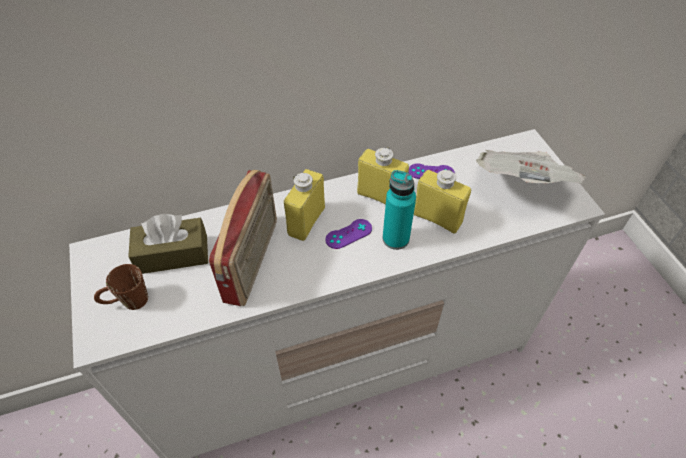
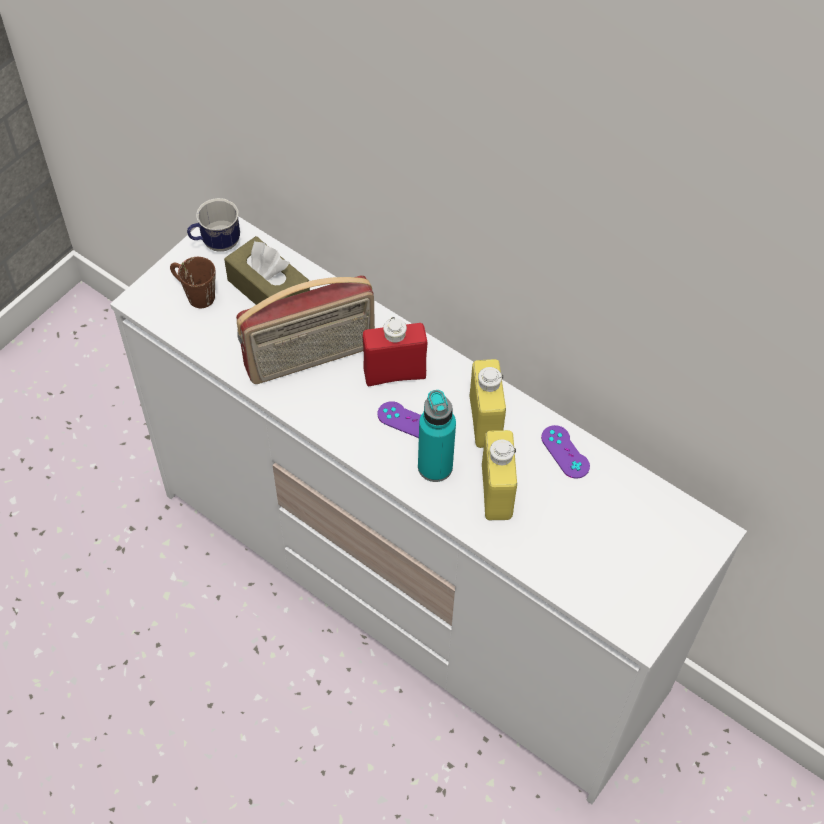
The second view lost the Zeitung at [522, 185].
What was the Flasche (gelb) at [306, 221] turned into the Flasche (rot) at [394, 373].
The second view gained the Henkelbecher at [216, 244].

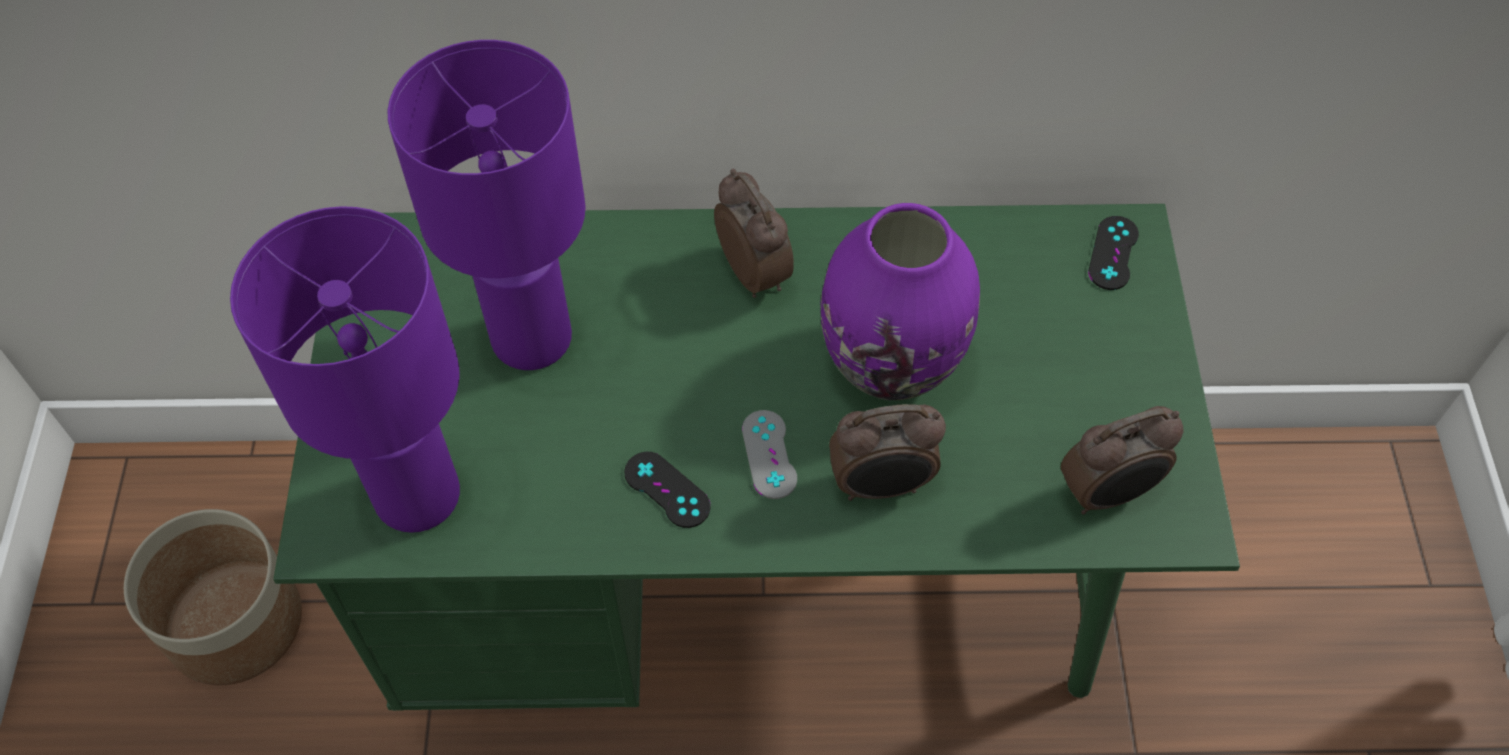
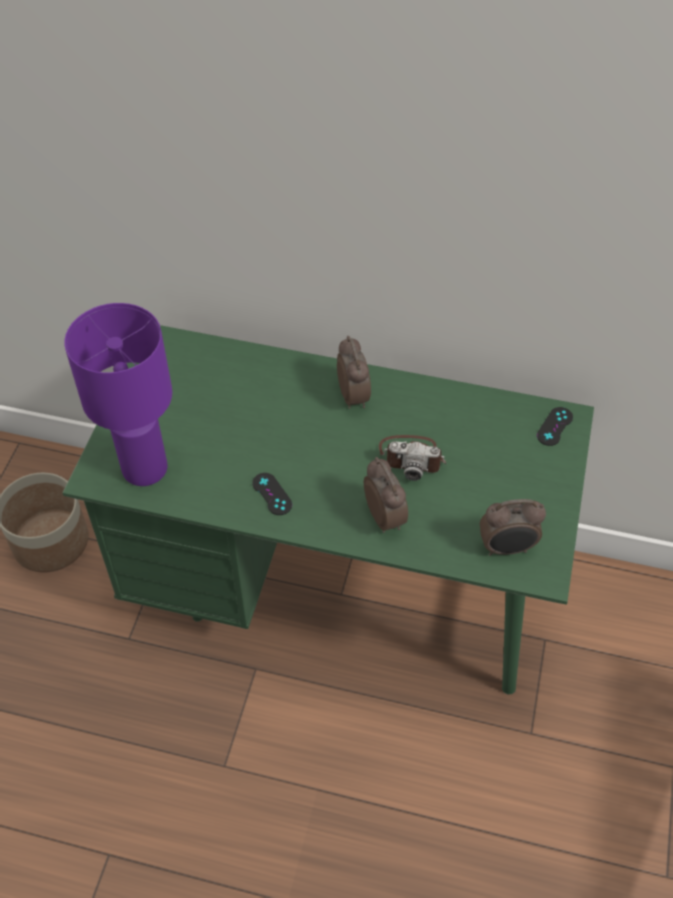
The second view lost the Tischlampe (lila) at [534, 338].
Where the Vase (lila) stood at [892, 363], the Kamera came to stand at [412, 457].
The Wecker at [881, 486] ended up facing another way, 120 degrees counterclockwise from before.
The second view lost the Gamepad (grau) at [769, 454].

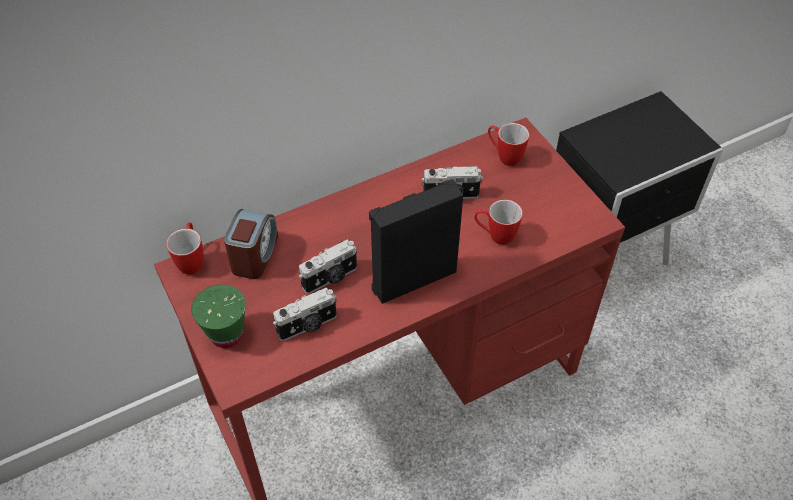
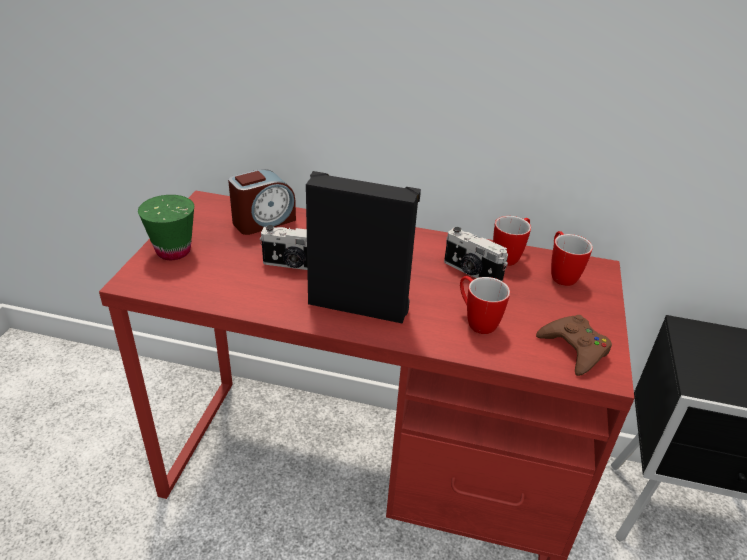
The Henkelbecher ended up elsewhere, having gone from [192, 260] to [510, 256].
The second view lost the Kamera at [308, 326].
The second view gained the Gamepad (braun) at [574, 349].

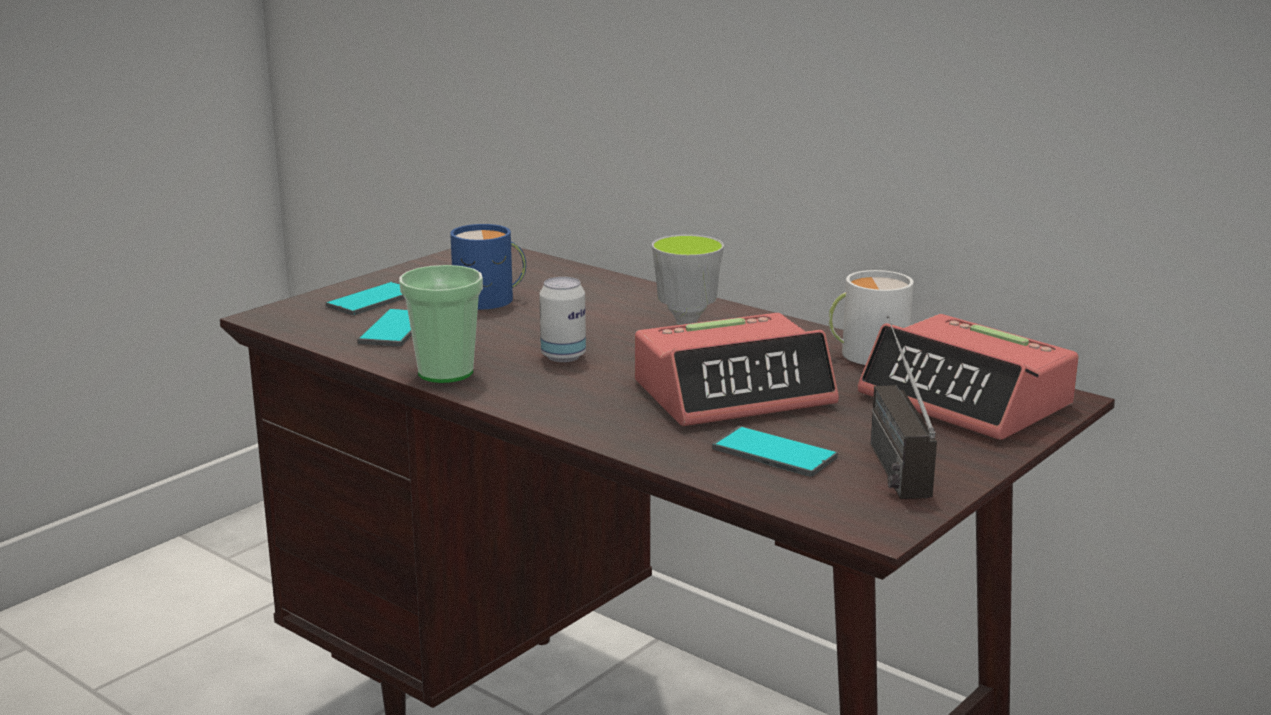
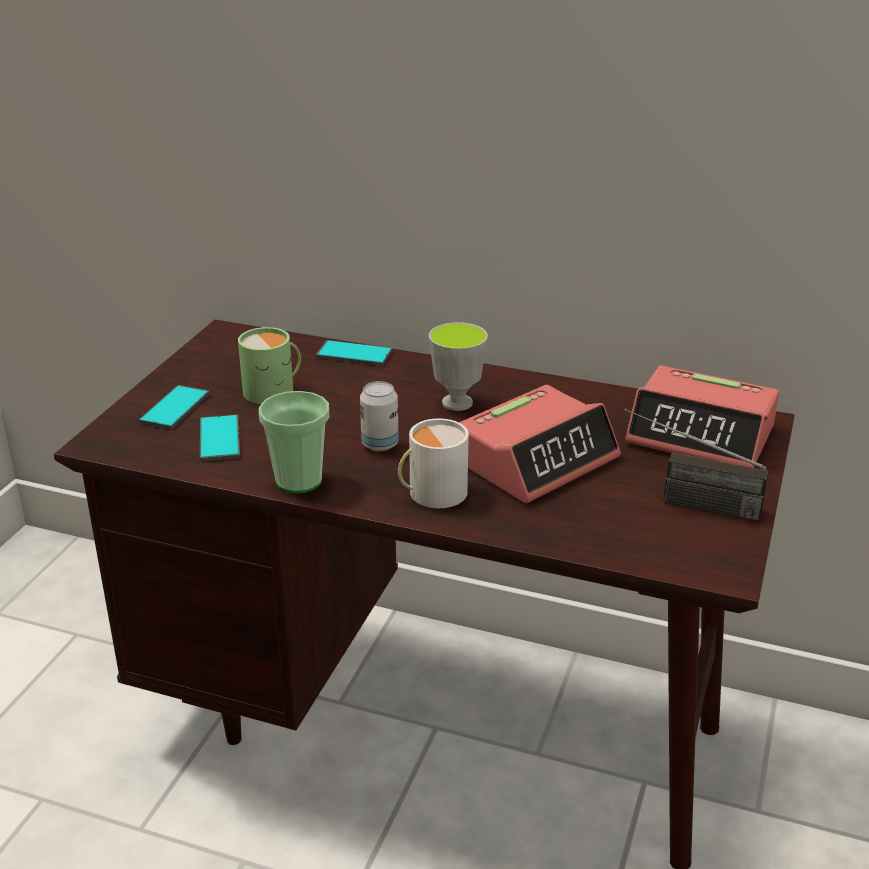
What was the Henkelbecher (blau) at [490, 299] turned into the Henkelbecher (grün) at [274, 390].
The Henkelbecher (weiß) ended up elsewhere, having gone from [866, 353] to [431, 493].
The Radio at [887, 455] ended up facing another way, 45 degrees counterclockwise from before.
The Handy ended up elsewhere, having gone from [774, 453] to [354, 354].

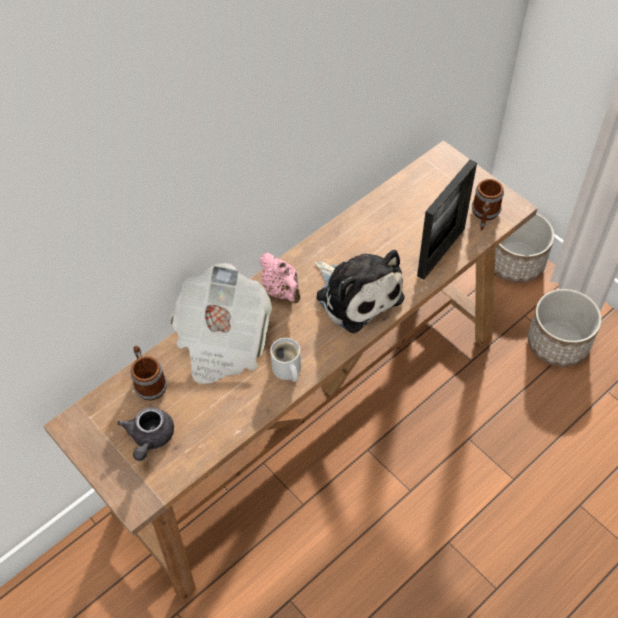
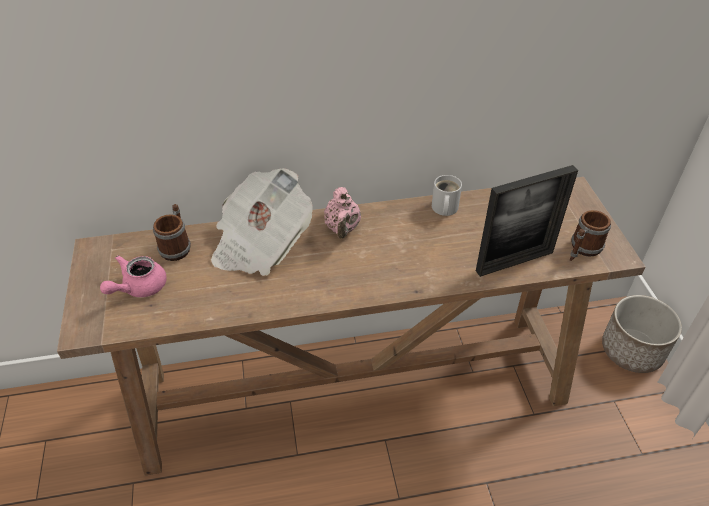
The second view lost the Plüschtier at [356, 294].
The second view lost the Pflanzkübel at [557, 343].
The Henkelbecher (weiß) ended up elsewhere, having gone from [286, 370] to [443, 208].
What was the Teekanne (grau) at [150, 438] turned into the Teekanne (rosa) at [139, 287].

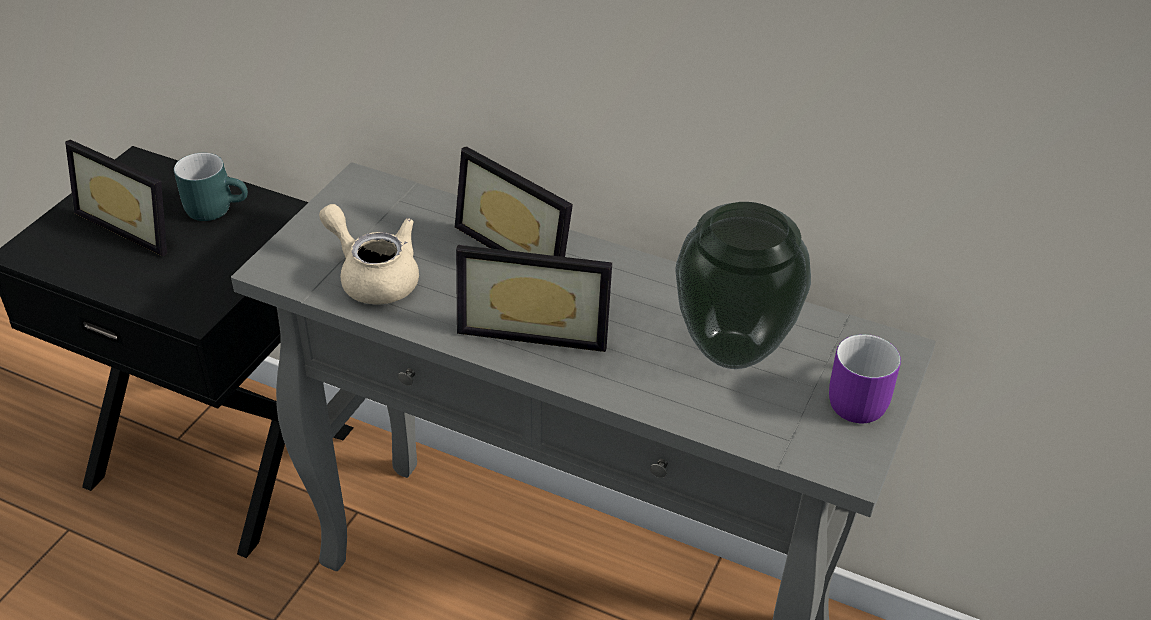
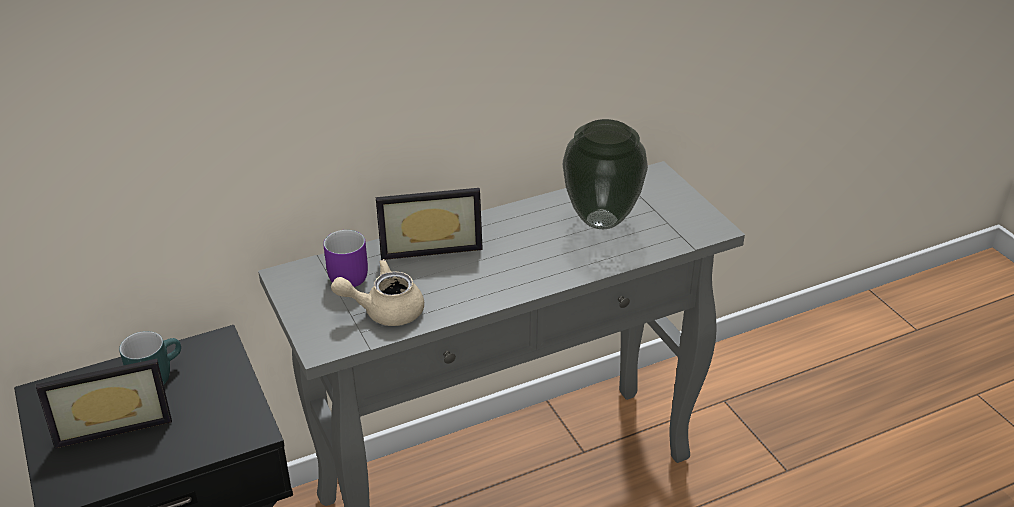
The second view lost the Bilderrahmen at [535, 324].
The Henkelbecher (lila) ended up elsewhere, having gone from [856, 396] to [343, 274].

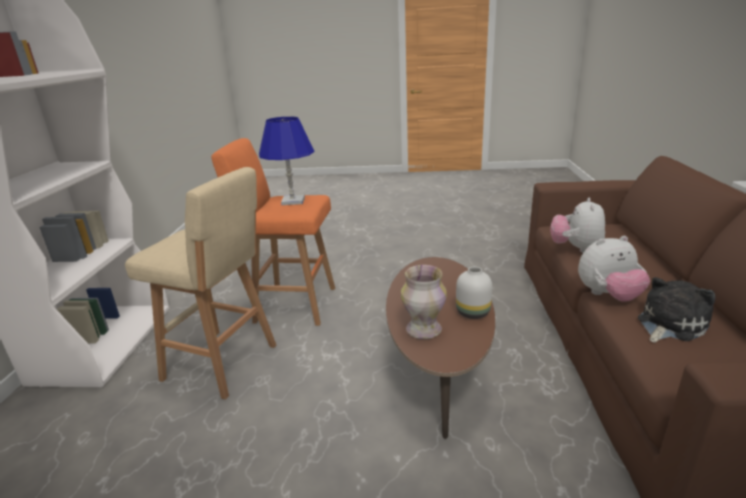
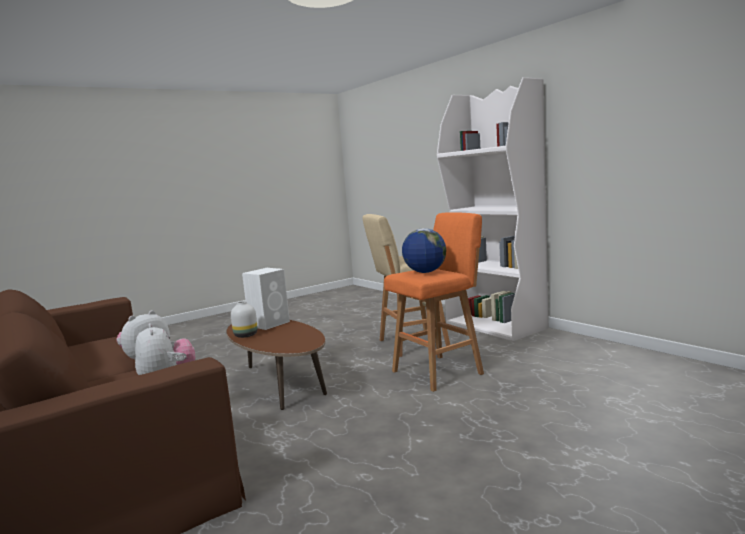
Where the Tischlampe (blau) stood at [293, 201], the Globus came to stand at [425, 272].
Where the Vase stood at [423, 330], the Lautsprecher (weiß) came to stand at [270, 323].
The second view lost the Plüschtier at [669, 324].

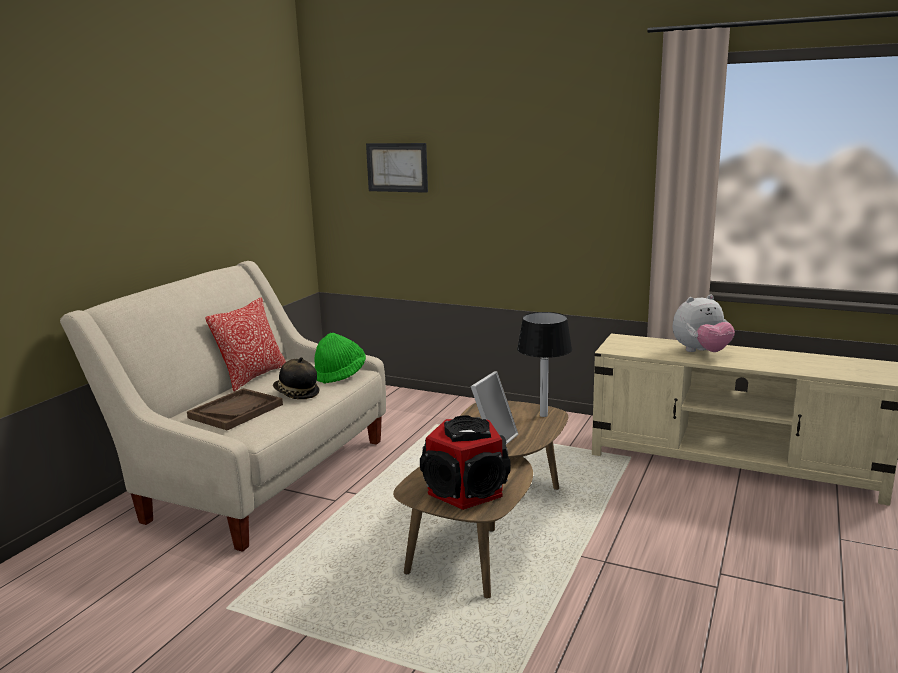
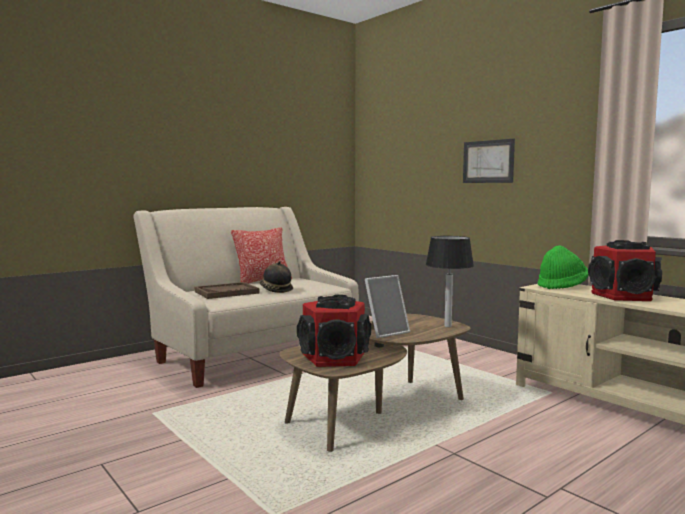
The Bild ended up elsewhere, having gone from [397, 167] to [488, 161].
Where the Plüschtier stood at [701, 352], the Lautsprecher came to stand at [624, 296].
The Hut (grün) ended up elsewhere, having gone from [340, 374] to [562, 286].

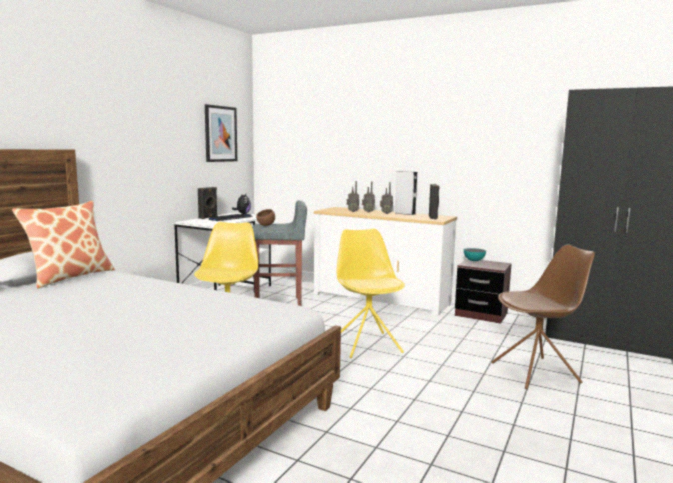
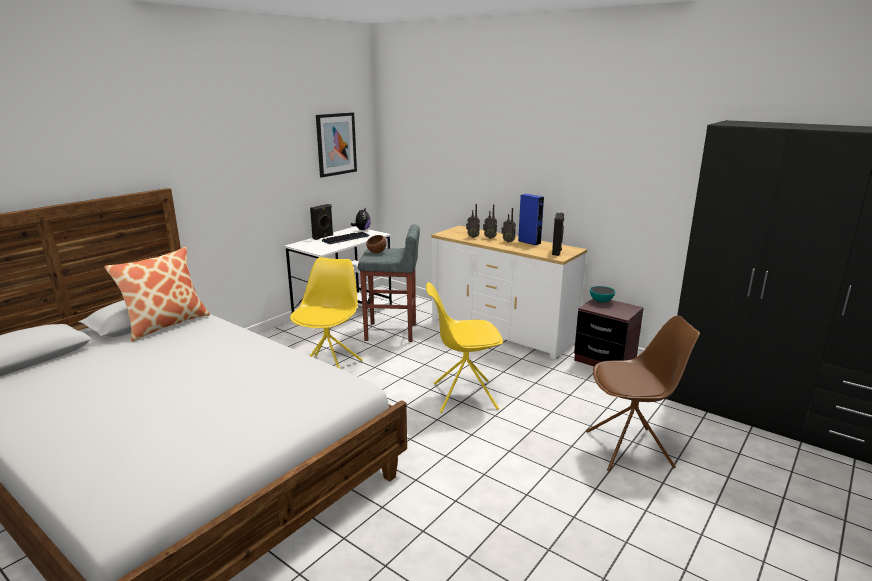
What was the Lautsprecher (grau) at [404, 213] turned into the Lautsprecher (blau) at [529, 242].
The Stuhl (gelb) at [367, 344] ended up facing another way, 90 degrees counterclockwise from before.

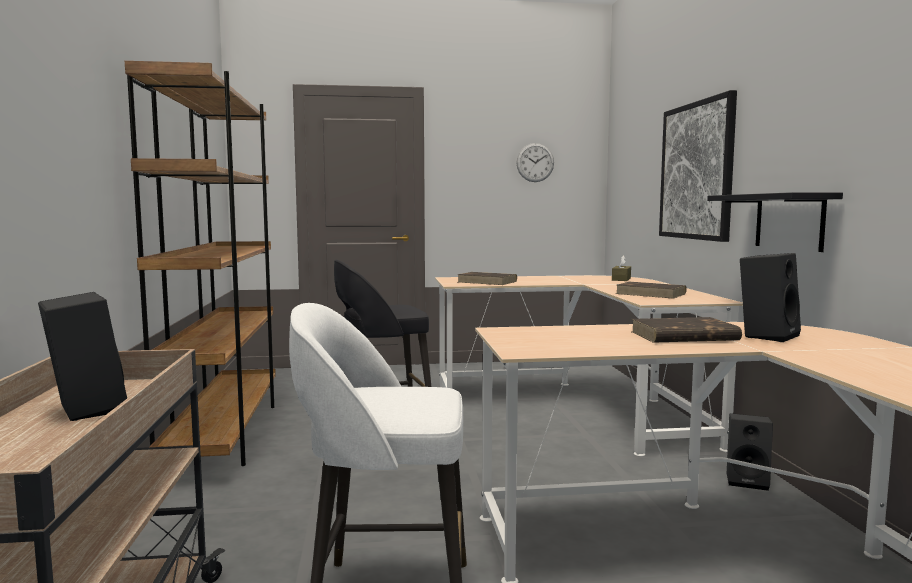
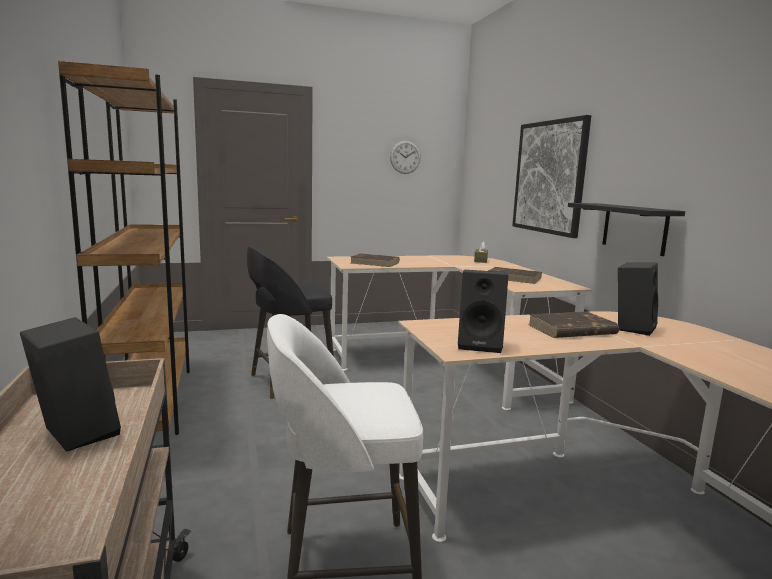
The Lautsprecher (schwarz) ended up elsewhere, having gone from [748, 481] to [481, 345].

